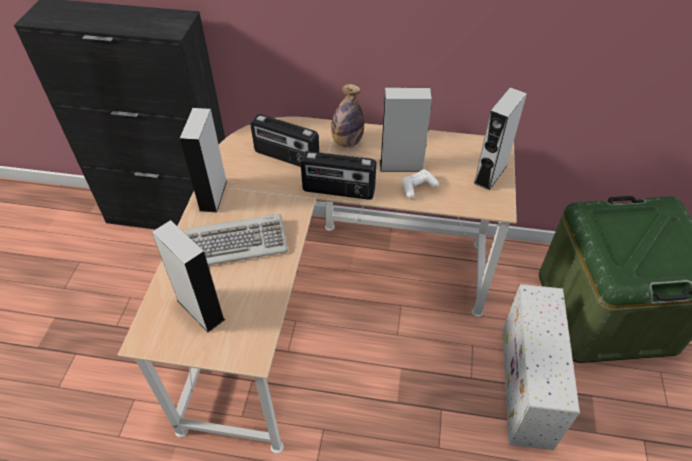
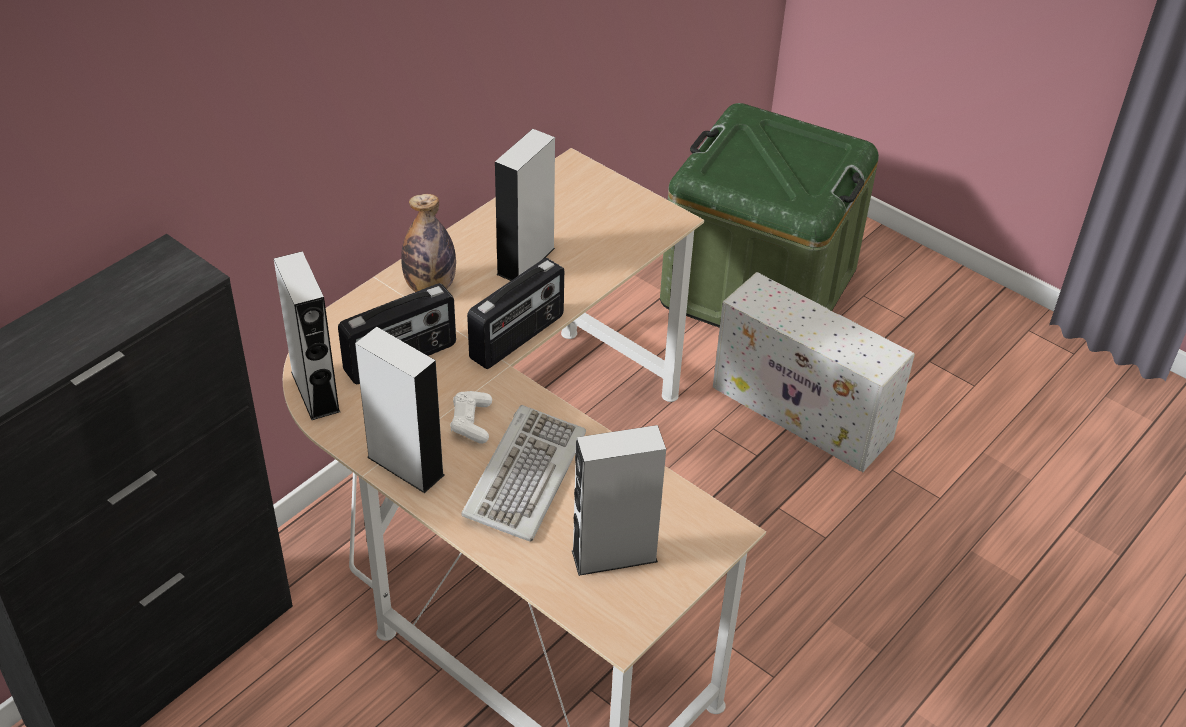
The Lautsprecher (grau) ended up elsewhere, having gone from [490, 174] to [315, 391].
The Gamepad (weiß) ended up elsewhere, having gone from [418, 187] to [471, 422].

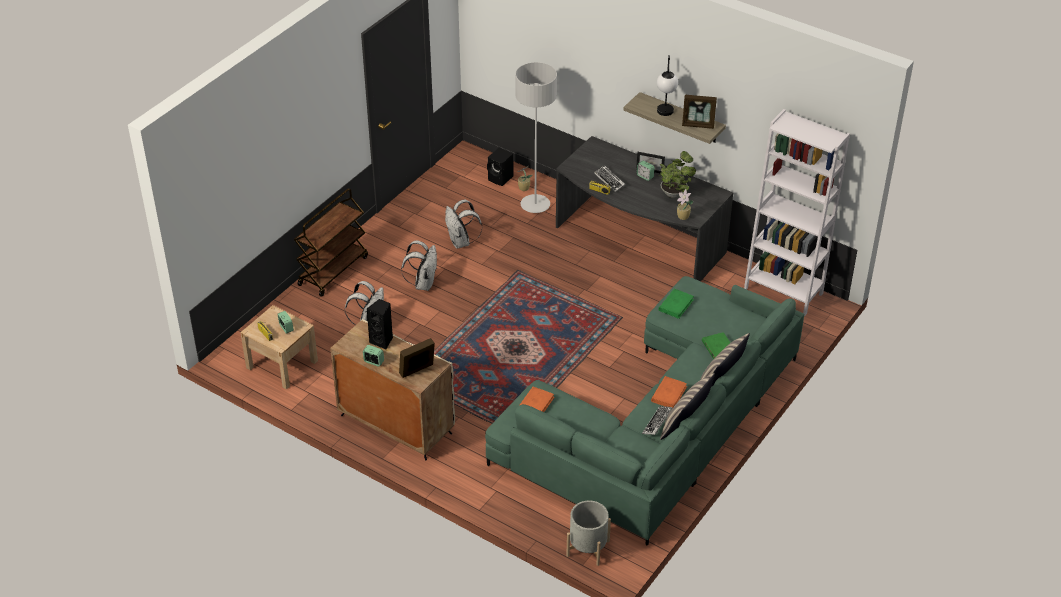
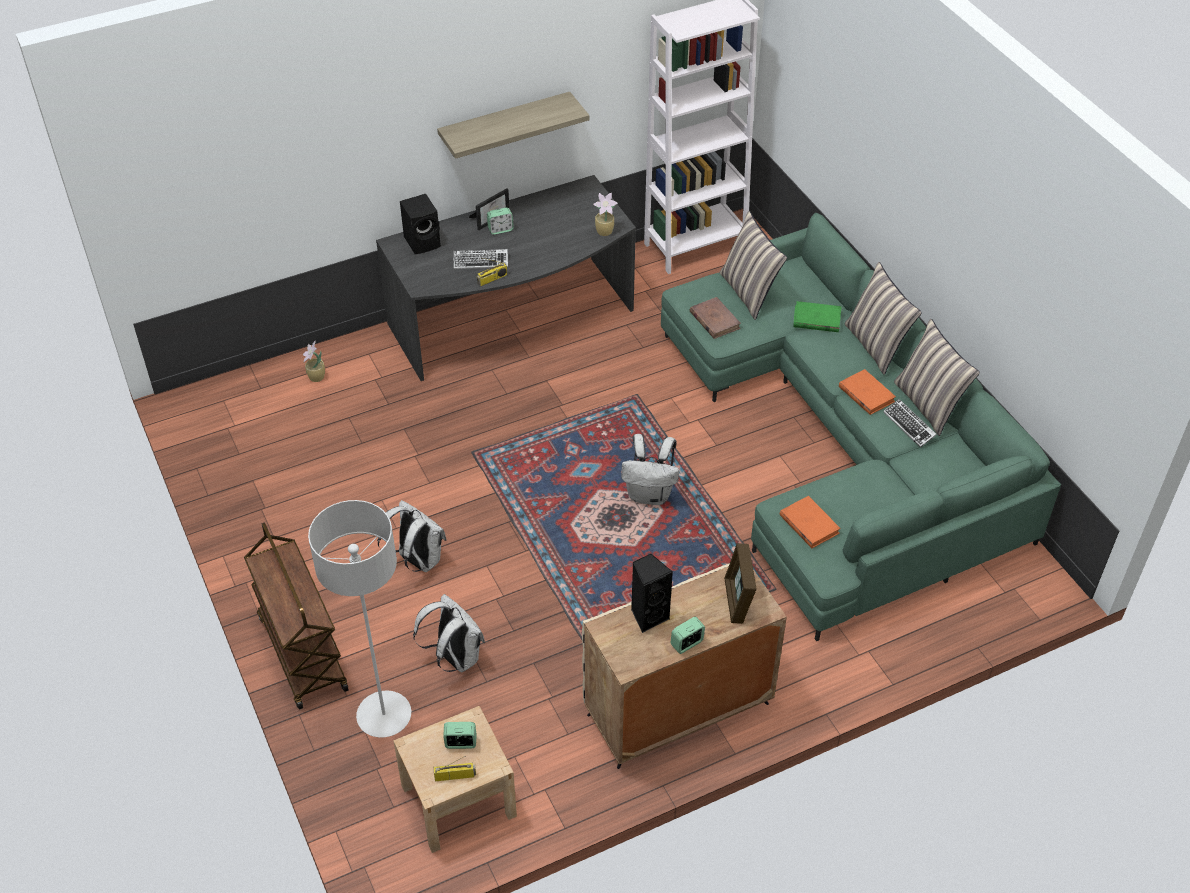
The second view lost the Tischlampe at [665, 115].
The Stehlampe (grau) ended up elsewhere, having gone from [535, 205] to [384, 715].
The second view lost the Bilderrahmen at [698, 124].
The Lautsprecher (schwarz) ended up elsewhere, having gone from [501, 178] to [423, 242].
The second view lost the Topfpflanze at [674, 192].
The Rucksack (weiß) ended up elsewhere, having gone from [461, 242] to [650, 494].
What was the Buch (grün) at [676, 305] turned into the Buch (braun) at [714, 320].
The second view lost the Pflanzkübel (grau) at [588, 548].
The second view gained the Kissen at [749, 292].

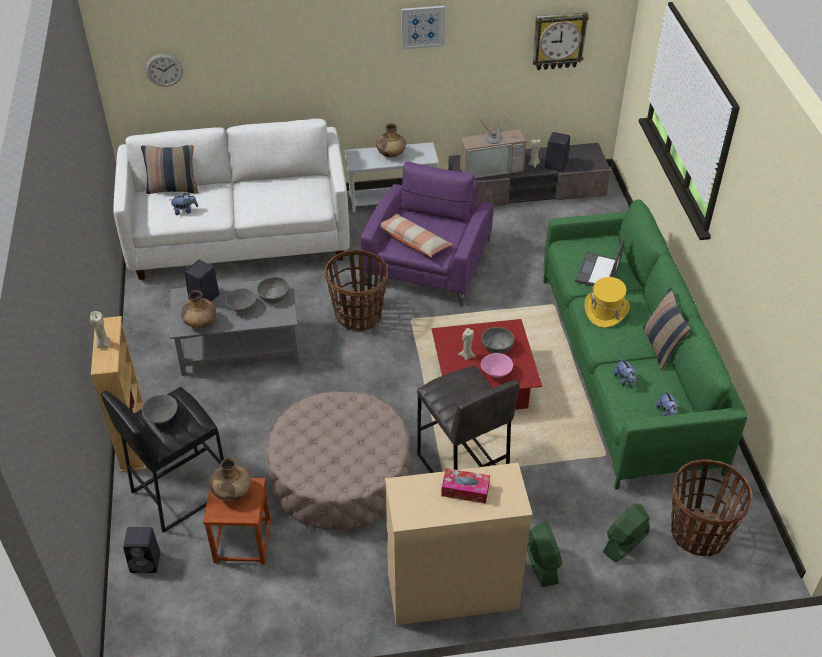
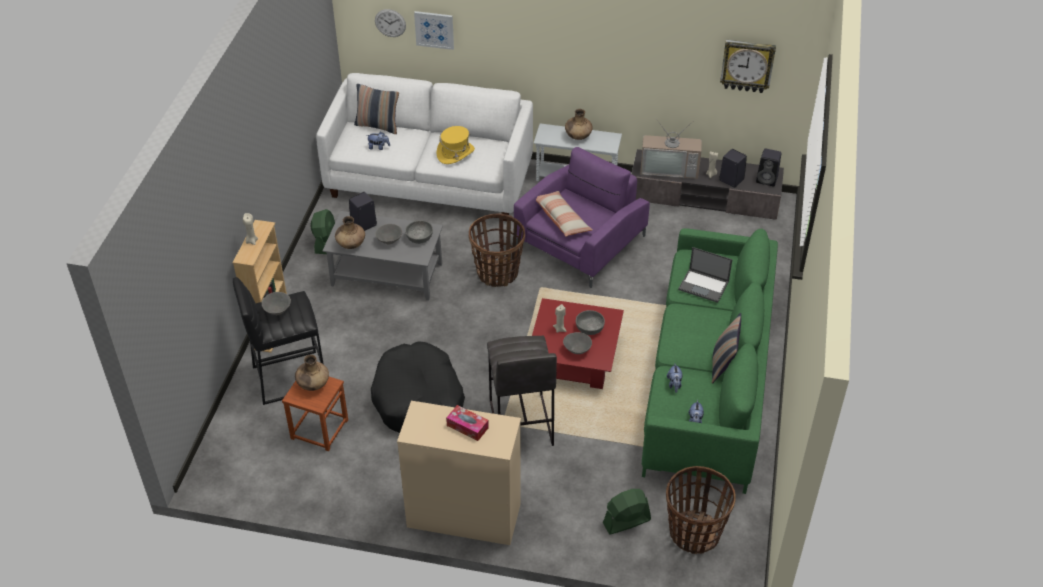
The Bild ended up elsewhere, having gone from [422, 26] to [434, 29].
The Laptop at [598, 272] ended up facing another way, 105 degrees counterclockwise from before.
The Hut (gelb) ended up elsewhere, having gone from [606, 310] to [455, 153].
What was the Schüssel (rosa) at [496, 373] turned into the Schüssel (grau) at [577, 350].
Where the Polsterhocker (beige) stood at [340, 476], the Hundebett (schwarz) came to stand at [419, 400].
The Ventilator (grün) ended up elsewhere, having gone from [541, 563] to [325, 241].
The Lautsprecher (schwarz) ended up elsewhere, having gone from [146, 562] to [767, 179].

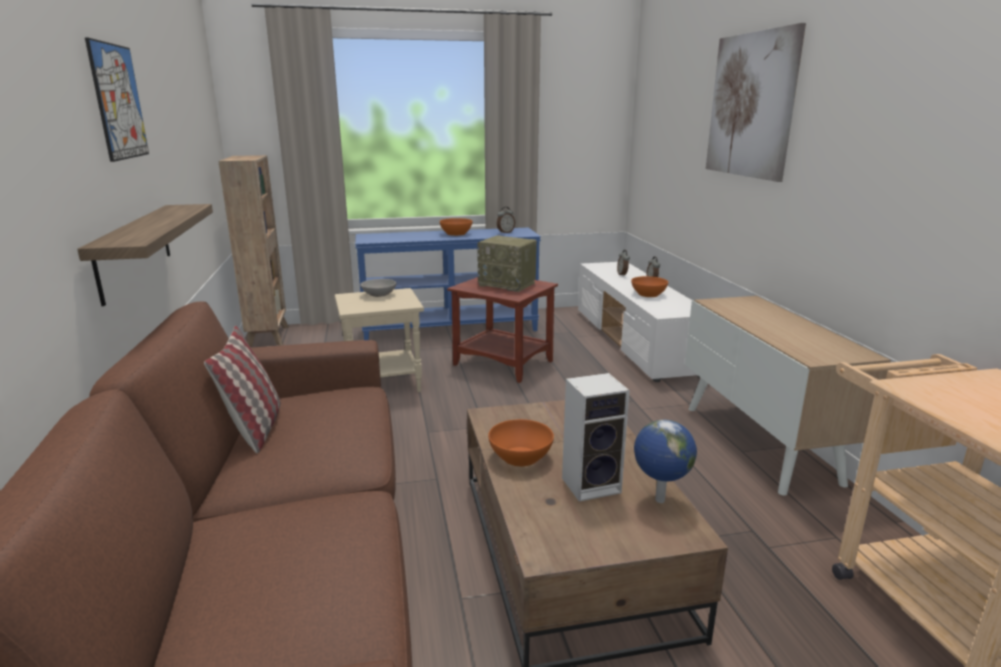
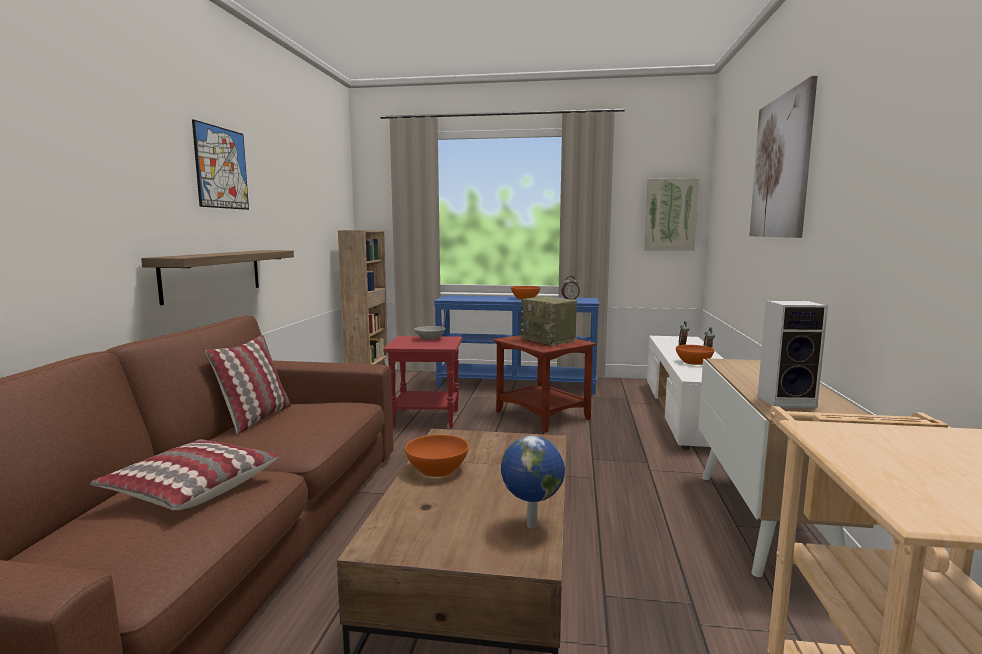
What was the Beistelltisch (beige) at [384, 383] turned into the Beistelltisch (rot) at [427, 418].
The Lautsprecher ended up elsewhere, having gone from [592, 484] to [787, 401].
The second view gained the Bild at [670, 214].
The second view gained the Kissen at [190, 488].

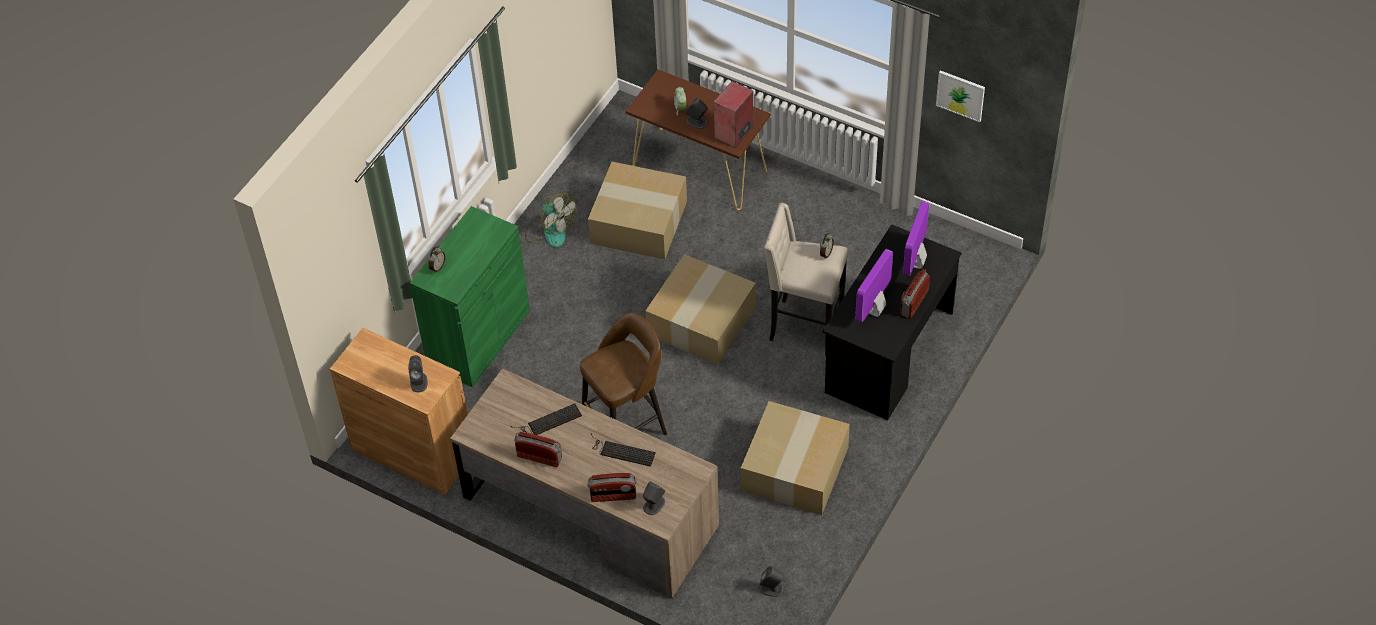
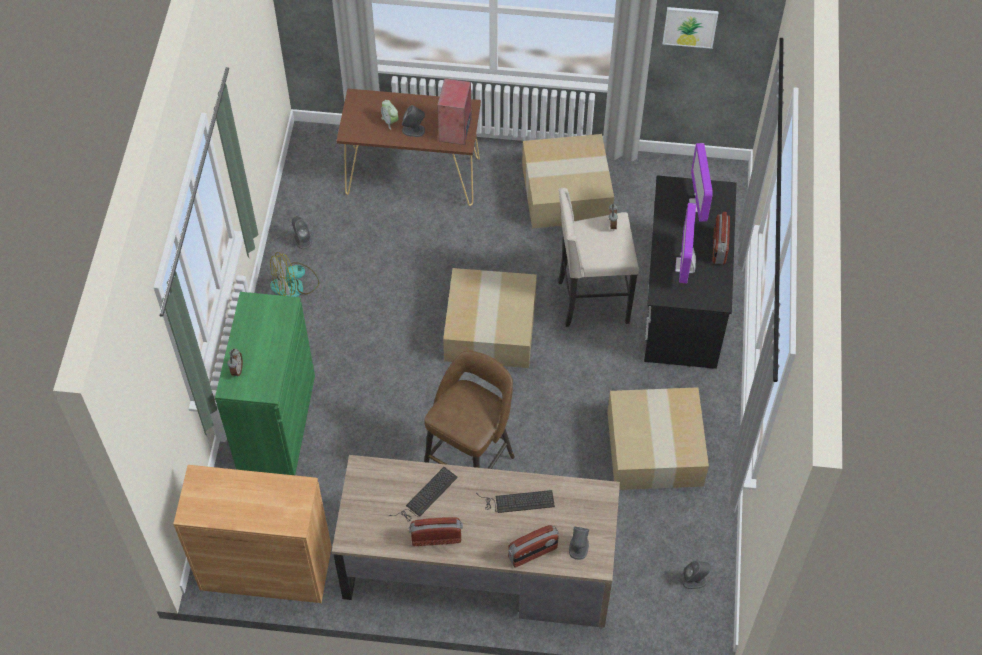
The Karton ended up elsewhere, having gone from [640, 221] to [567, 191].
The Ventilator at [550, 230] ended up facing another way, 135 degrees clockwise from before.
The Lautsprecher (grau) ended up elsewhere, having gone from [418, 382] to [302, 240].

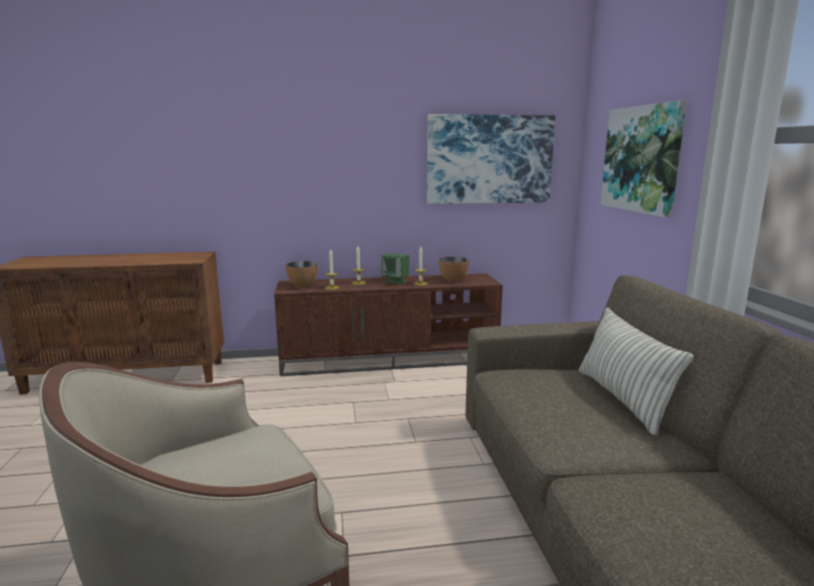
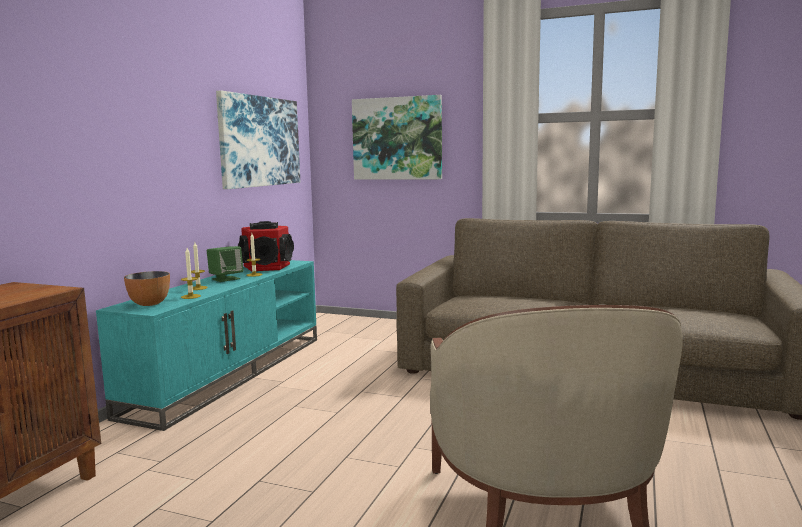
Where the Schüssel stood at [453, 280], the Lautsprecher came to stand at [267, 267].
What was the Fernsehschrank (braun) at [390, 359] turned into the Fernsehschrank (türkis) at [230, 373].
The second view lost the Kissen at [622, 399].

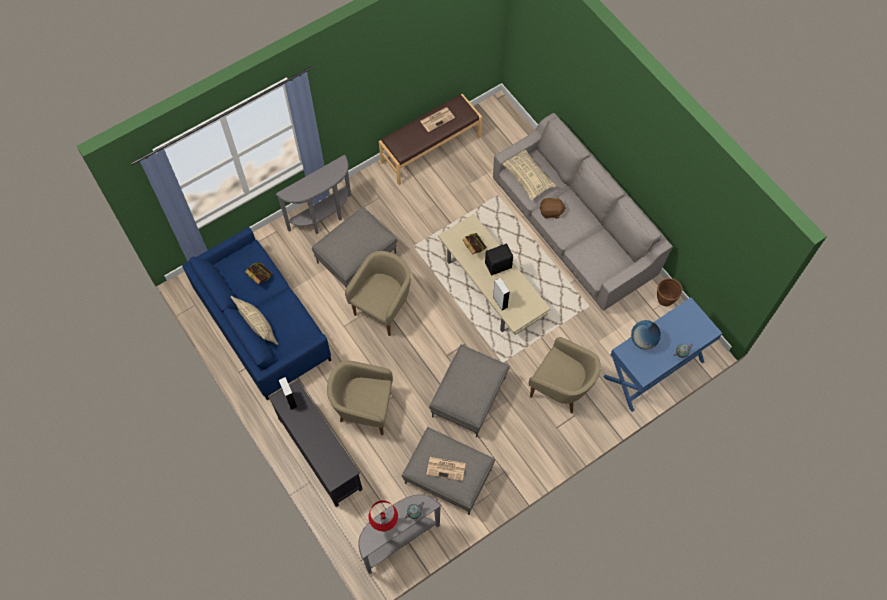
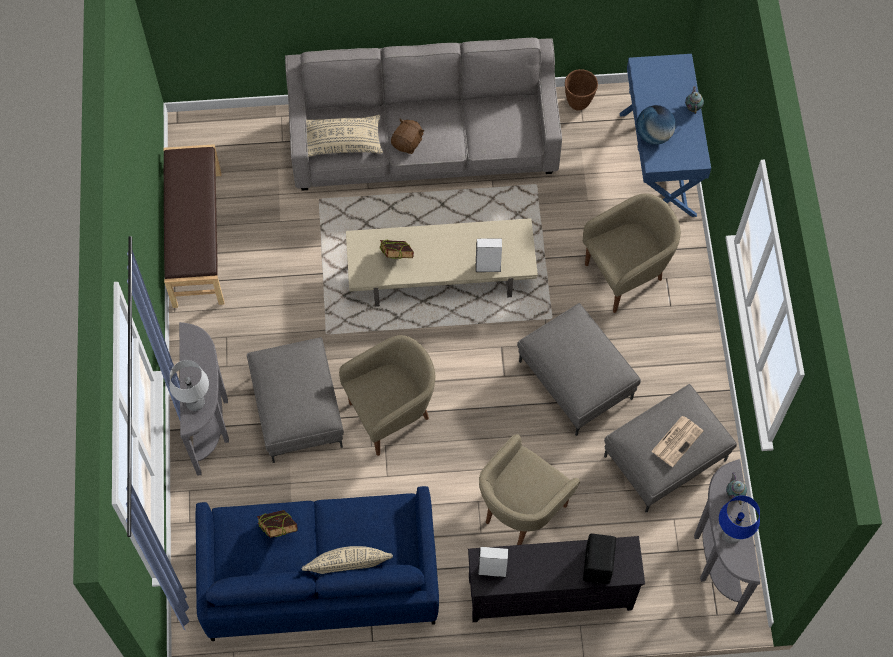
The second view lost the Zeitung at [437, 119].
The Lautsprecher (schwarz) ended up elsewhere, having gone from [499, 266] to [598, 564].
The Sessel (beige) at [383, 308] ended up facing another way, 90 degrees clockwise from before.
What was the Tischlampe (rot) at [385, 525] turned into the Tischlampe (blau) at [731, 535].
The second view gained the Tischlampe (grau) at [195, 403].

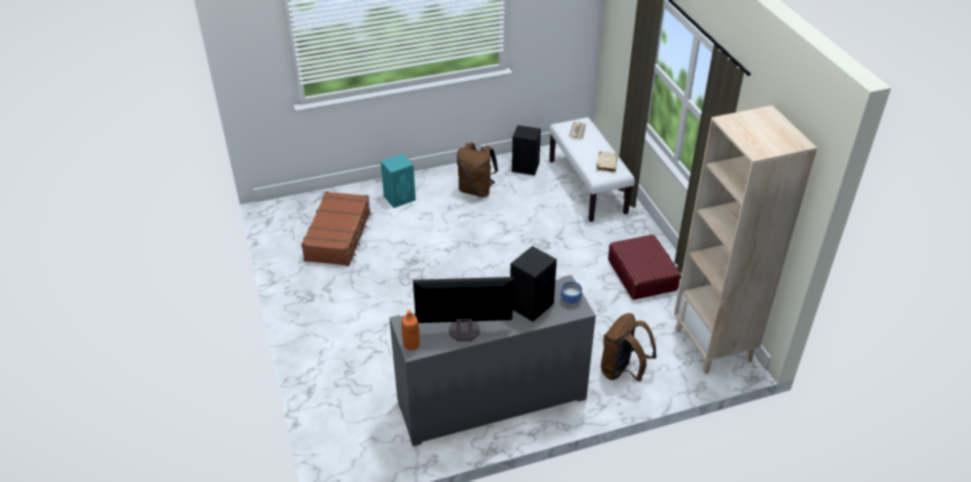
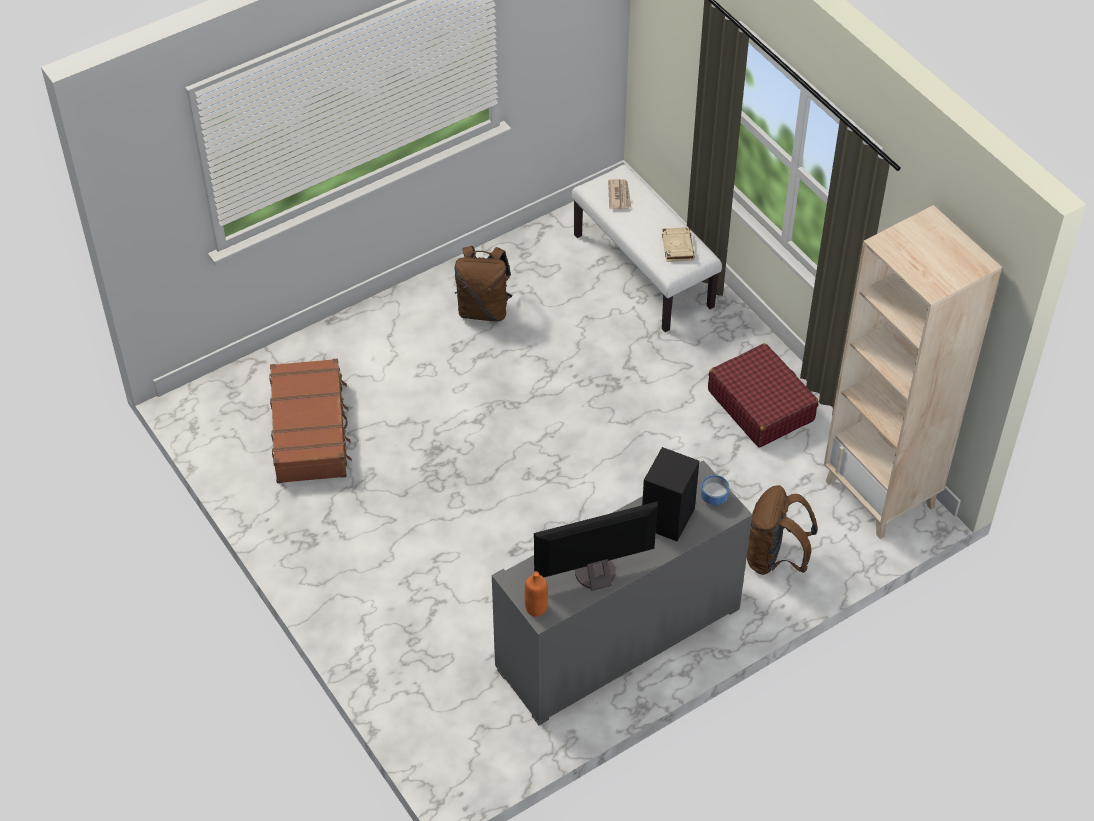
The second view lost the Lautsprecher (schwarz) at [526, 167].
The second view lost the Lautsprecher (türkis) at [400, 198].

